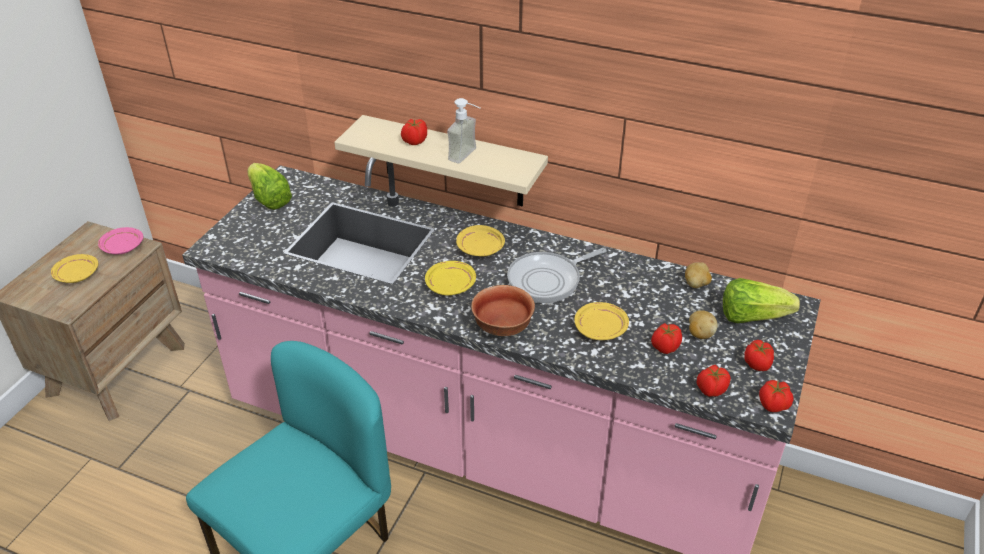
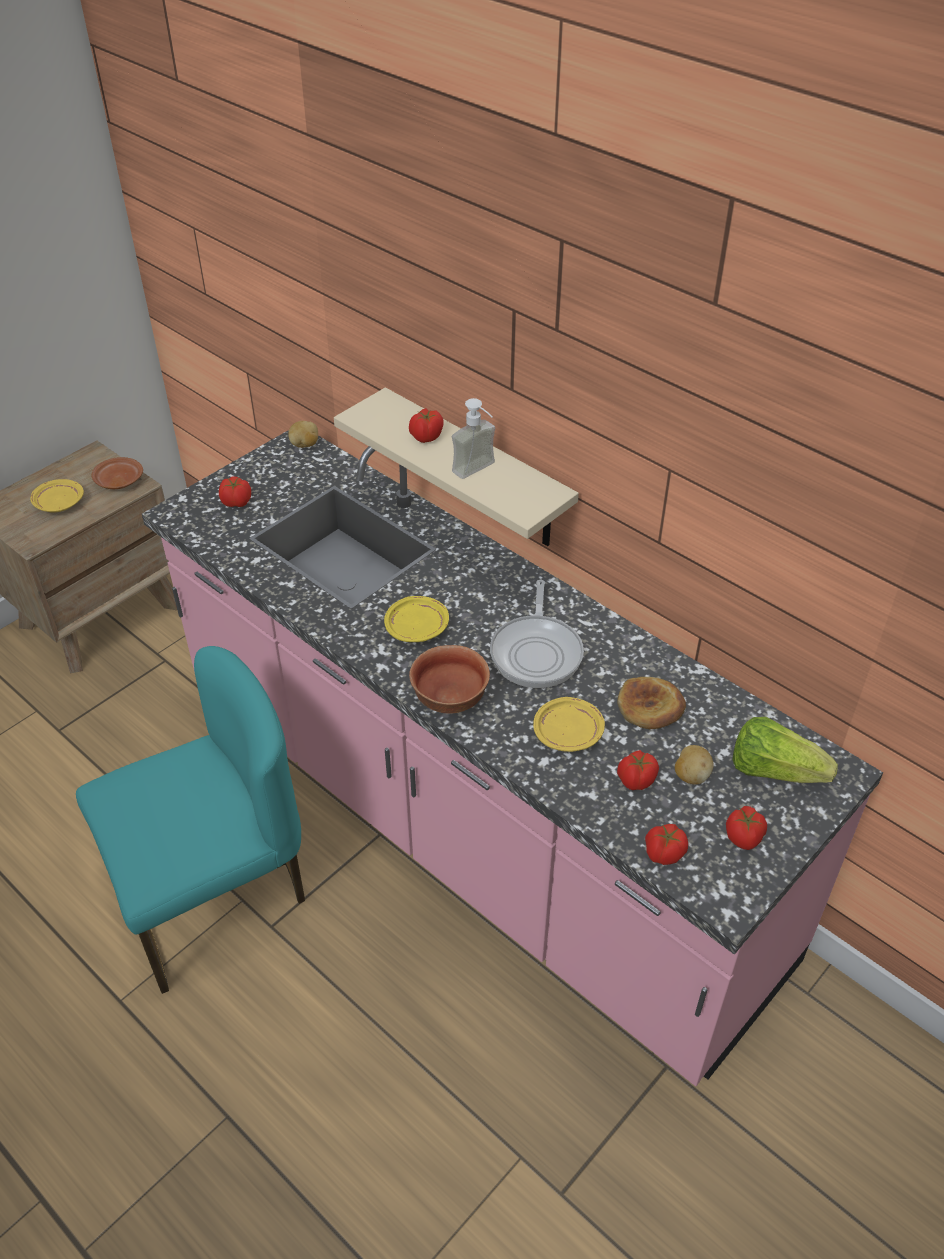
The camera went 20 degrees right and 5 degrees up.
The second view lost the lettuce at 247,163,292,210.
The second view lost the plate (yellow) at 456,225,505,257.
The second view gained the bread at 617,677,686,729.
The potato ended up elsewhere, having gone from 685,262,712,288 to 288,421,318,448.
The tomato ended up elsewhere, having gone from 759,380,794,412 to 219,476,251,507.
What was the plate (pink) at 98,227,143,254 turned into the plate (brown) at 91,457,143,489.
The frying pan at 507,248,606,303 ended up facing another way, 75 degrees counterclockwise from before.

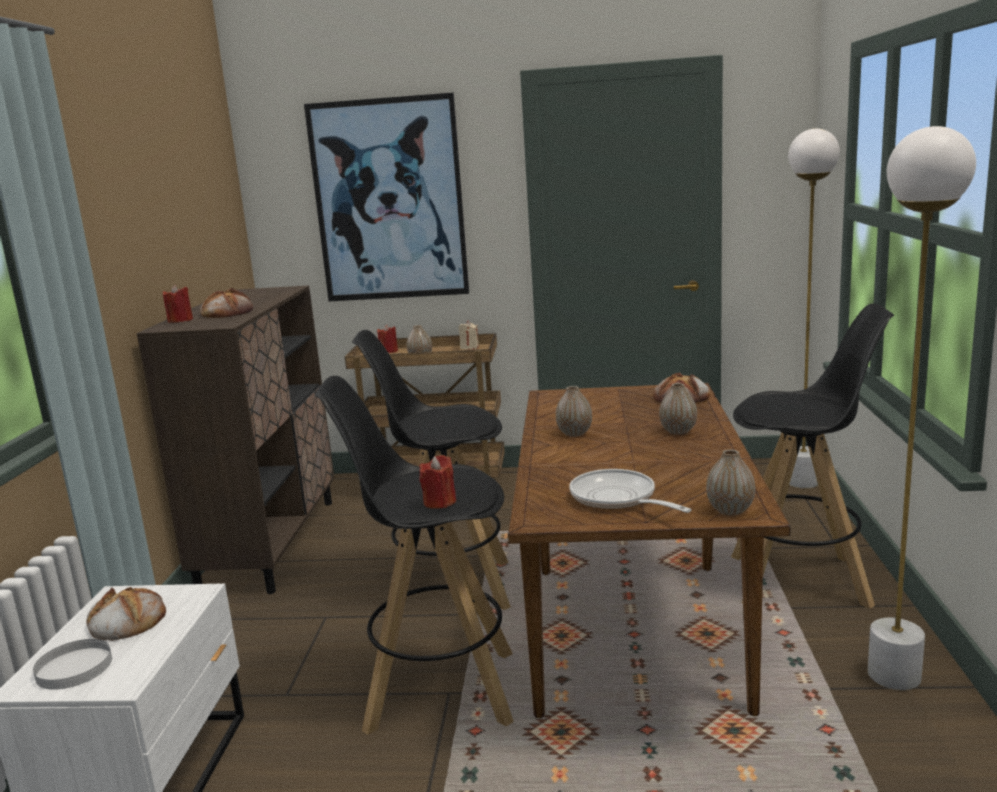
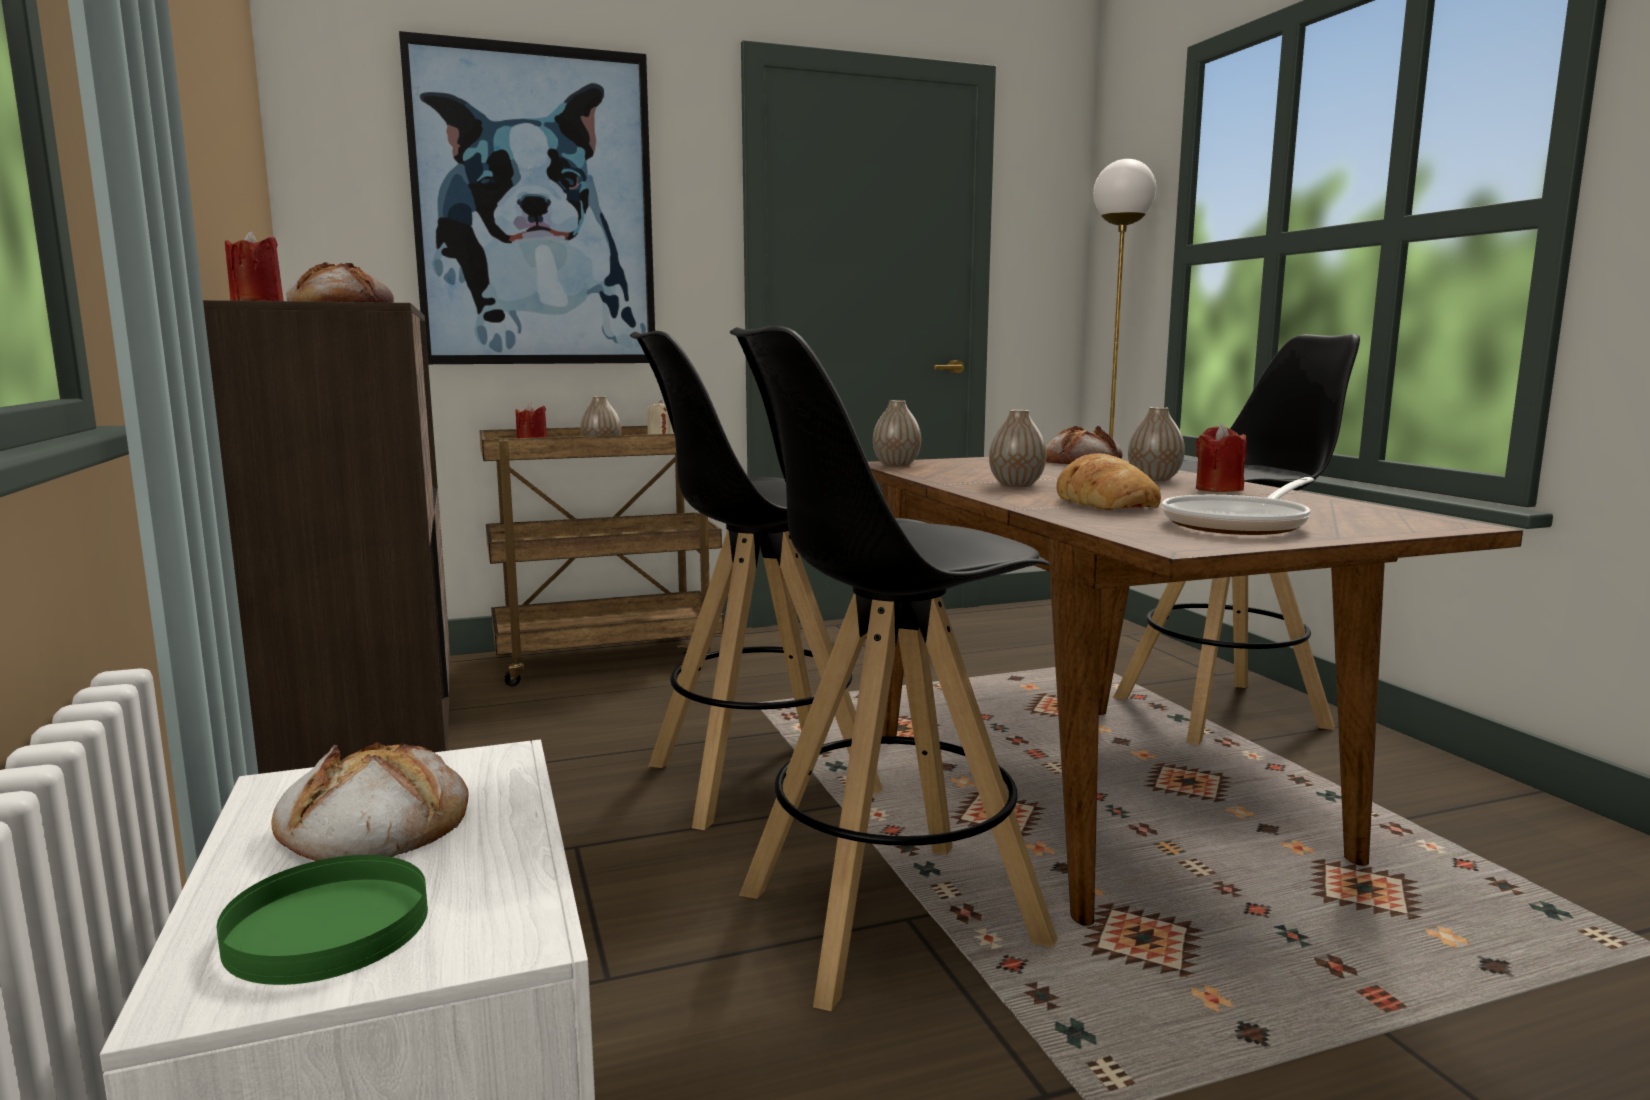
The camera went 25 degrees left and 5 degrees down.
The second view lost the floor lamp (white) at 868,126,976,690.
The second view gained the bread at 1056,453,1161,510.
The candle (red) ended up elsewhere, having gone from 419,455,456,509 to 1196,423,1247,492.
The vase ended up elsewhere, having gone from 706,449,755,515 to 873,400,921,467.
What was the plate (white) at 33,639,112,690 turned into the plate (green) at 217,855,428,985.
The frying pan at 569,469,692,513 ended up facing another way, 75 degrees counterclockwise from before.

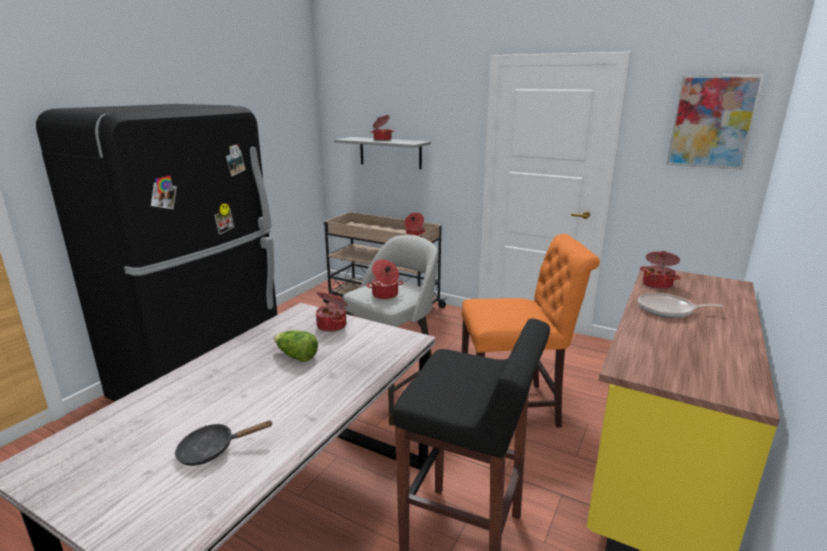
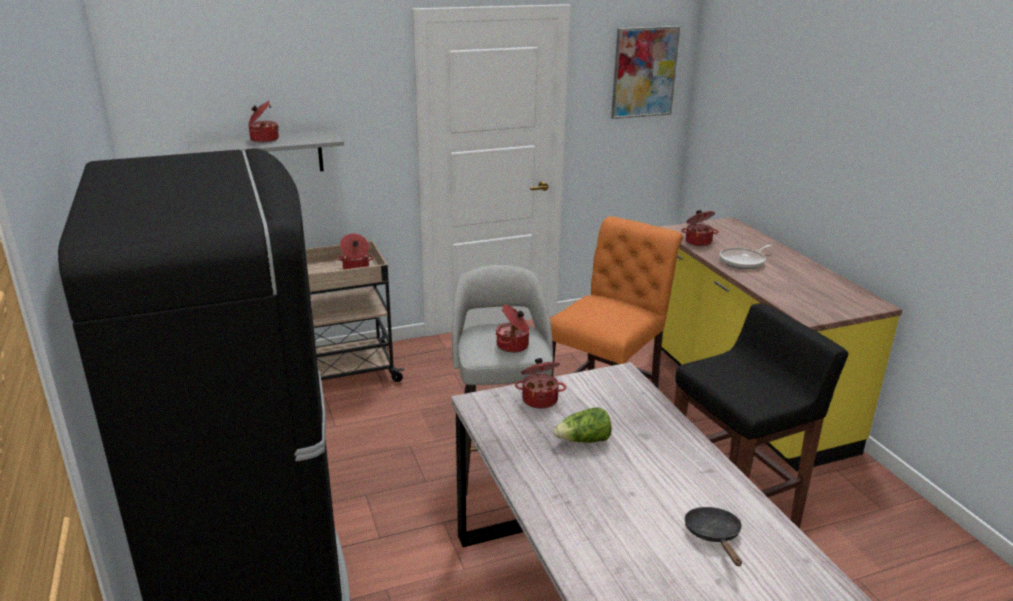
The camera went 50 degrees left and 5 degrees up.
The frying pan (black) at 175,420,273,466 ended up facing another way, 150 degrees clockwise from before.

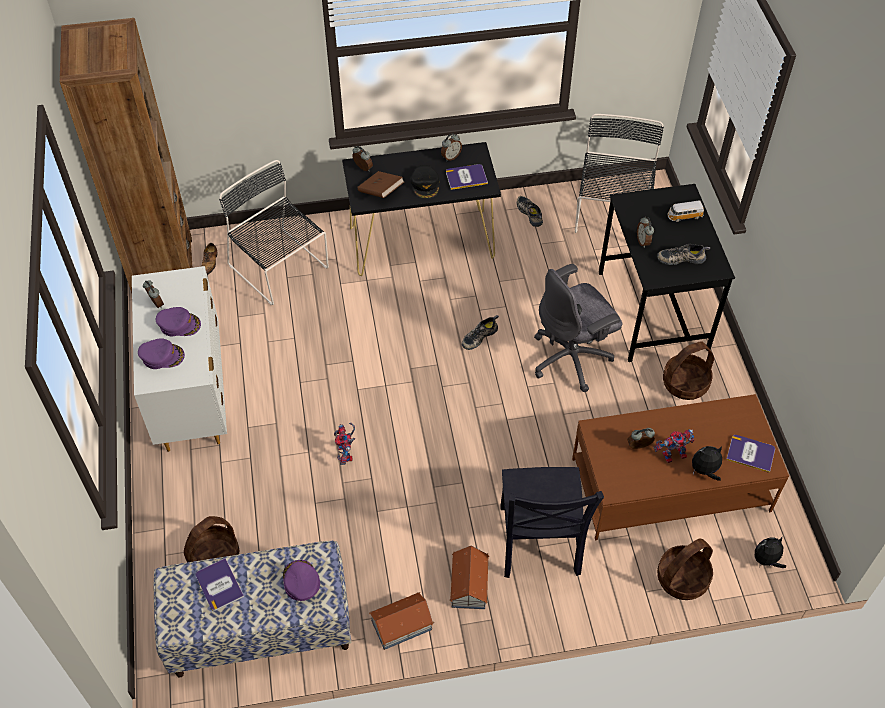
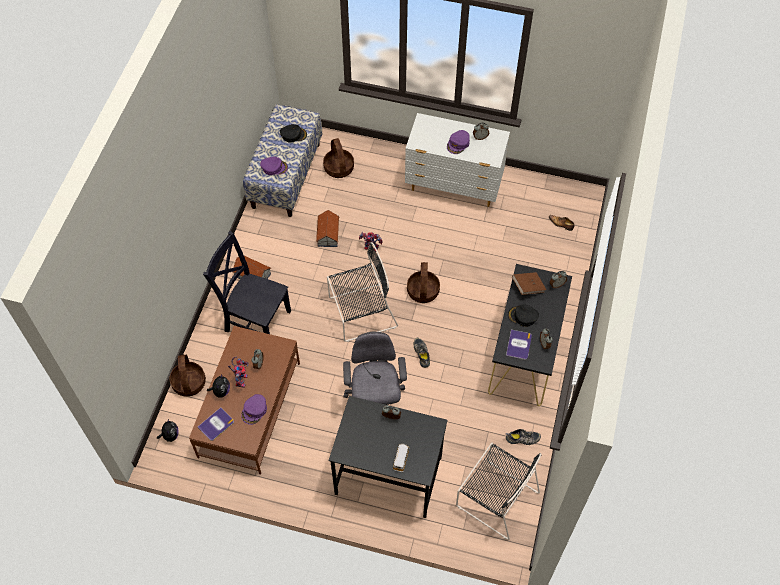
The camera went 115 degrees right and 5 degrees up.
The second view lost the bookcase (brown) at 60,18,193,293.
The second view lost the shoe at 657,244,710,265.
The cap (purple) ended up elsewhere, having gone from 138,338,185,369 to 241,394,267,425.
The chair (black) ended up elsewhere, having gone from 219,160,329,305 to 327,242,398,342.
The toy house ended up elsewhere, having gone from 369,592,434,650 to 316,210,340,247.
The basket ended up elsewhere, having gone from 663,341,714,400 to 407,262,440,303.
Where the book stood at 196,558,244,611, the cap (black) came to stand at 280,124,307,143.

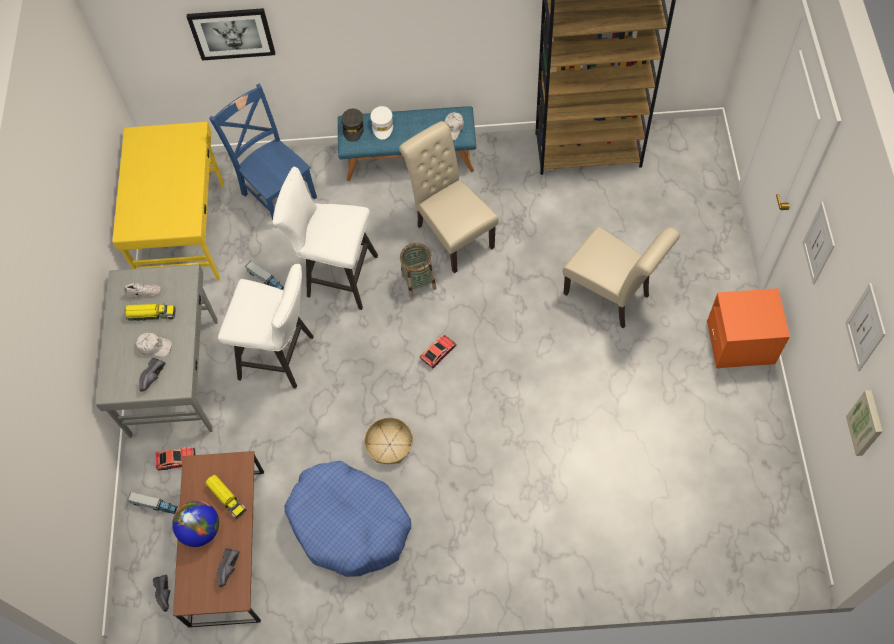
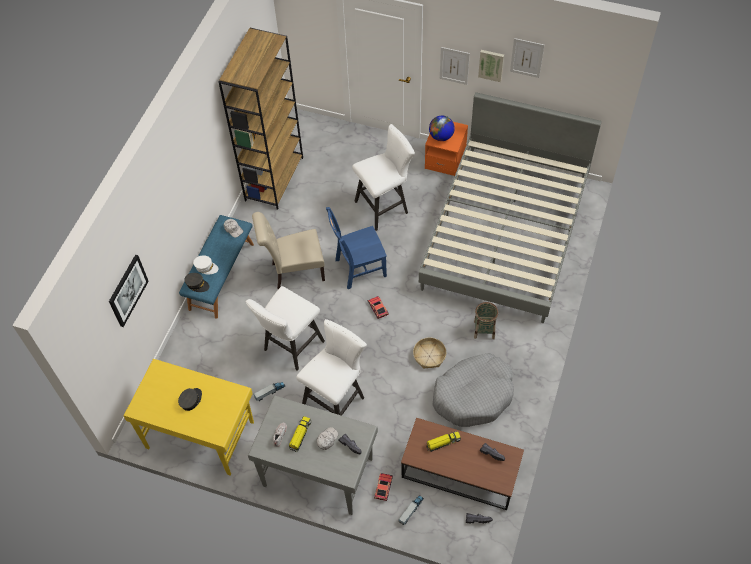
The camera went 70 degrees left and 5 degrees down.
The second view gained the cap (grey) at 178,388,202,411.
The second view gained the bed (grey) at 419,92,602,323.
The globe ended up elsewhere, having gone from 172,501,219,547 to 429,115,455,141.
The chair (blue) ended up elsewhere, having gone from 209,83,317,228 to 326,207,387,290.
The basket ended up elsewhere, having gone from 400,243,437,298 to 474,302,498,339.
The picture ended up elsewhere, having gone from 846,390,883,456 to 478,50,504,82.
Where the chair (beige) stood at 563,227,680,329, the stool (white) came to stand at 352,124,415,231.
What was the dog bed (blue) at 284,461,411,577 turned into the dog bed (grey) at 432,353,514,427.

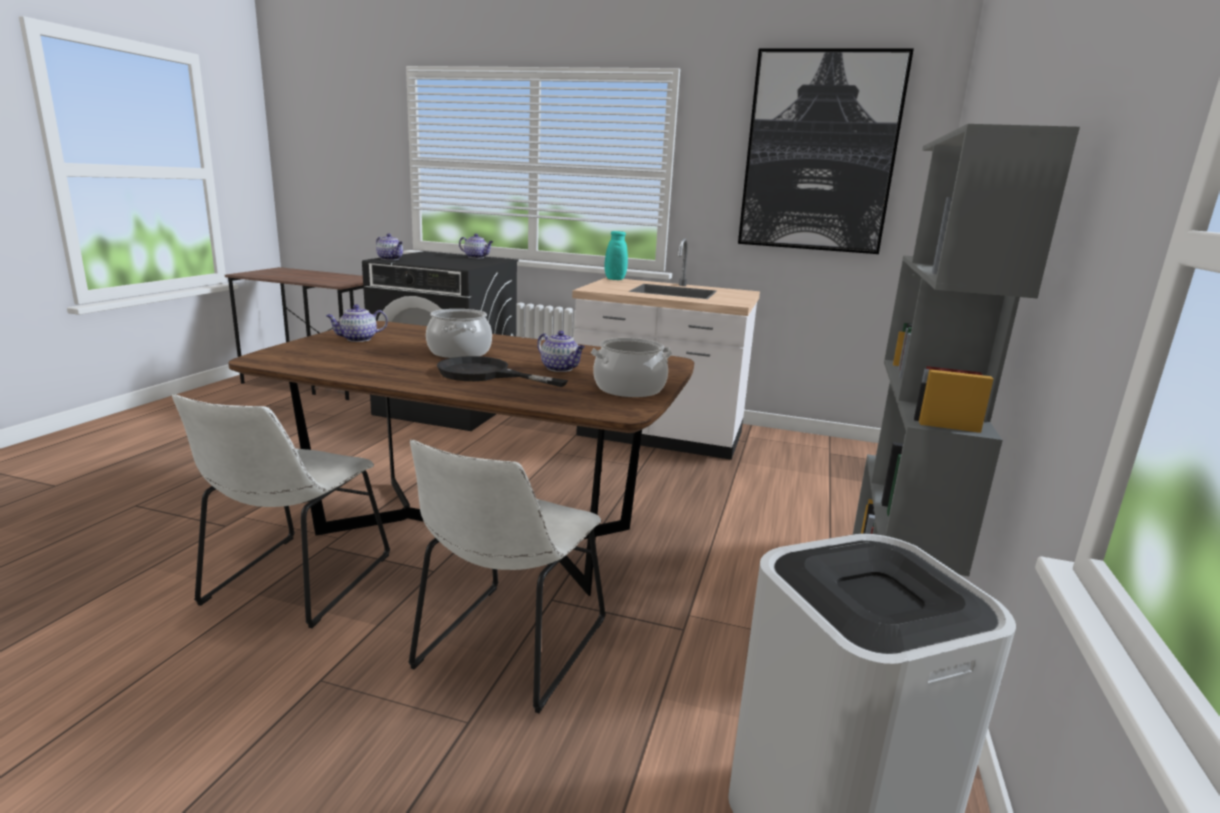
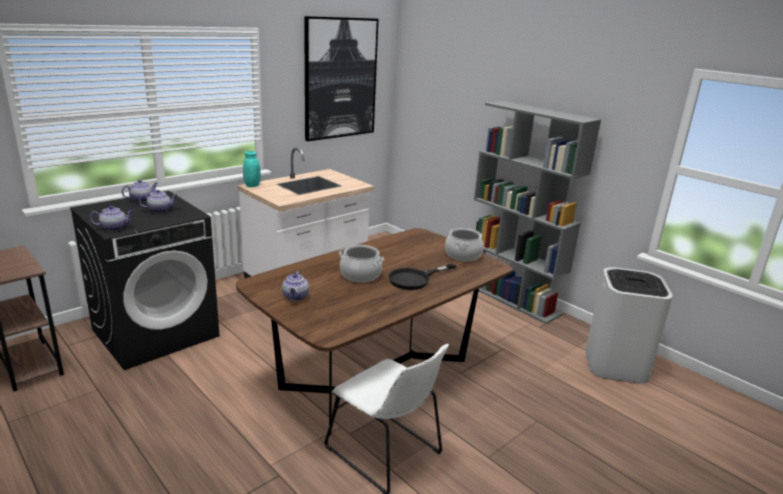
The camera went 60 degrees left and 5 degrees up.
The second view lost the chair (white) at 408,440,606,713.
The teapot ended up elsewhere, having gone from 537,331,585,372 to 139,190,178,213.

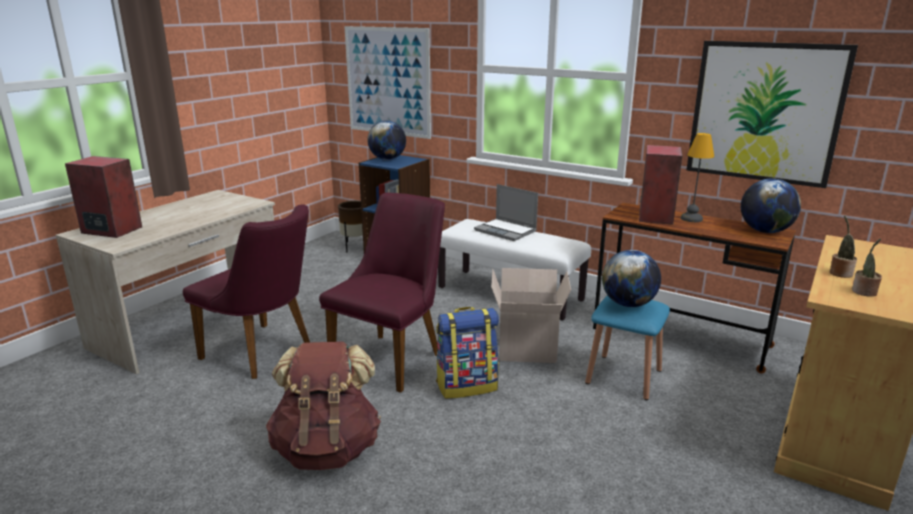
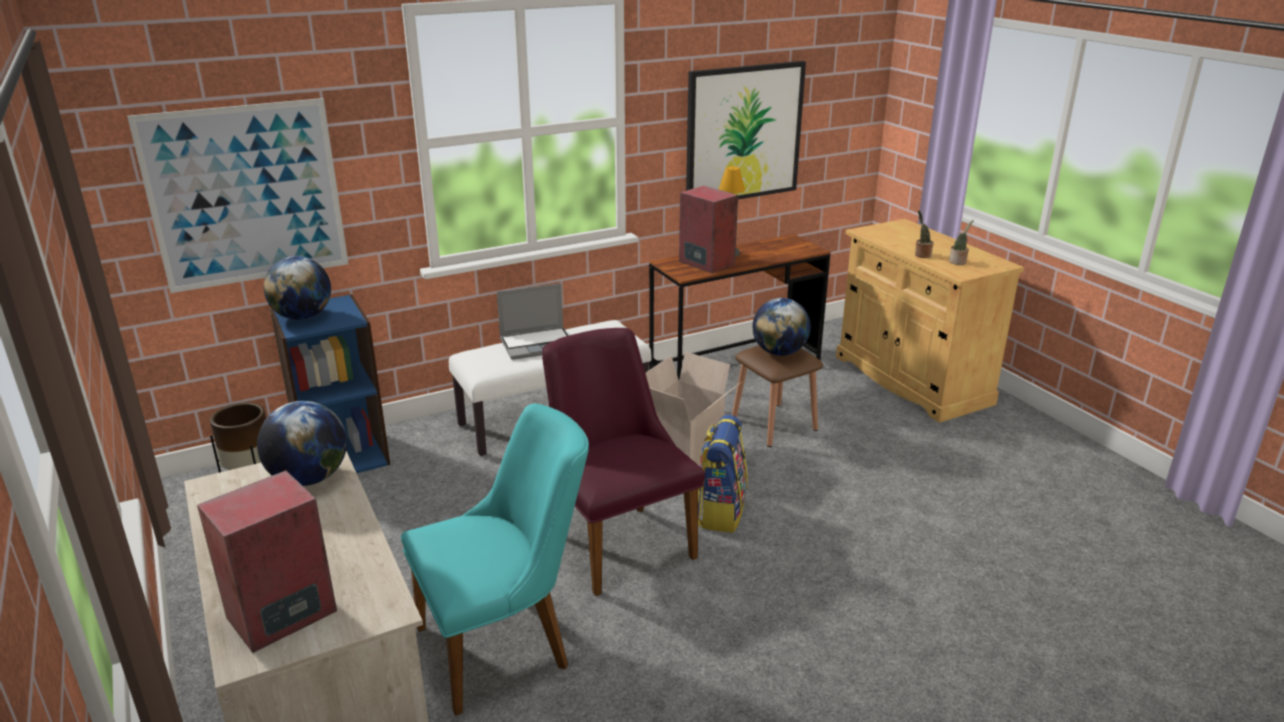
The camera went 60 degrees left and 5 degrees up.
The second view lost the backpack (brown) at 266,341,381,470.
The globe ended up elsewhere, having gone from 741,178,801,233 to 257,401,347,486.
What was the chair (purple) at 183,204,310,379 turned into the chair (turquoise) at 401,404,589,716.
What was the stool (blue) at 585,295,670,400 turned into the stool (brown) at 732,345,823,447.

